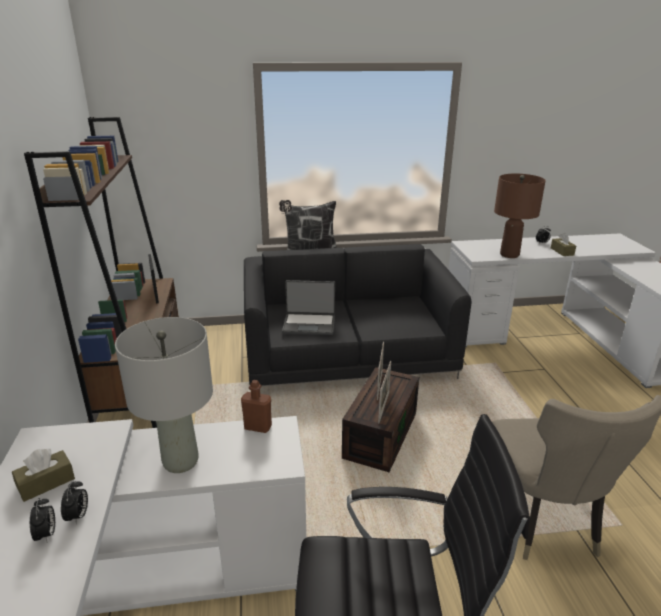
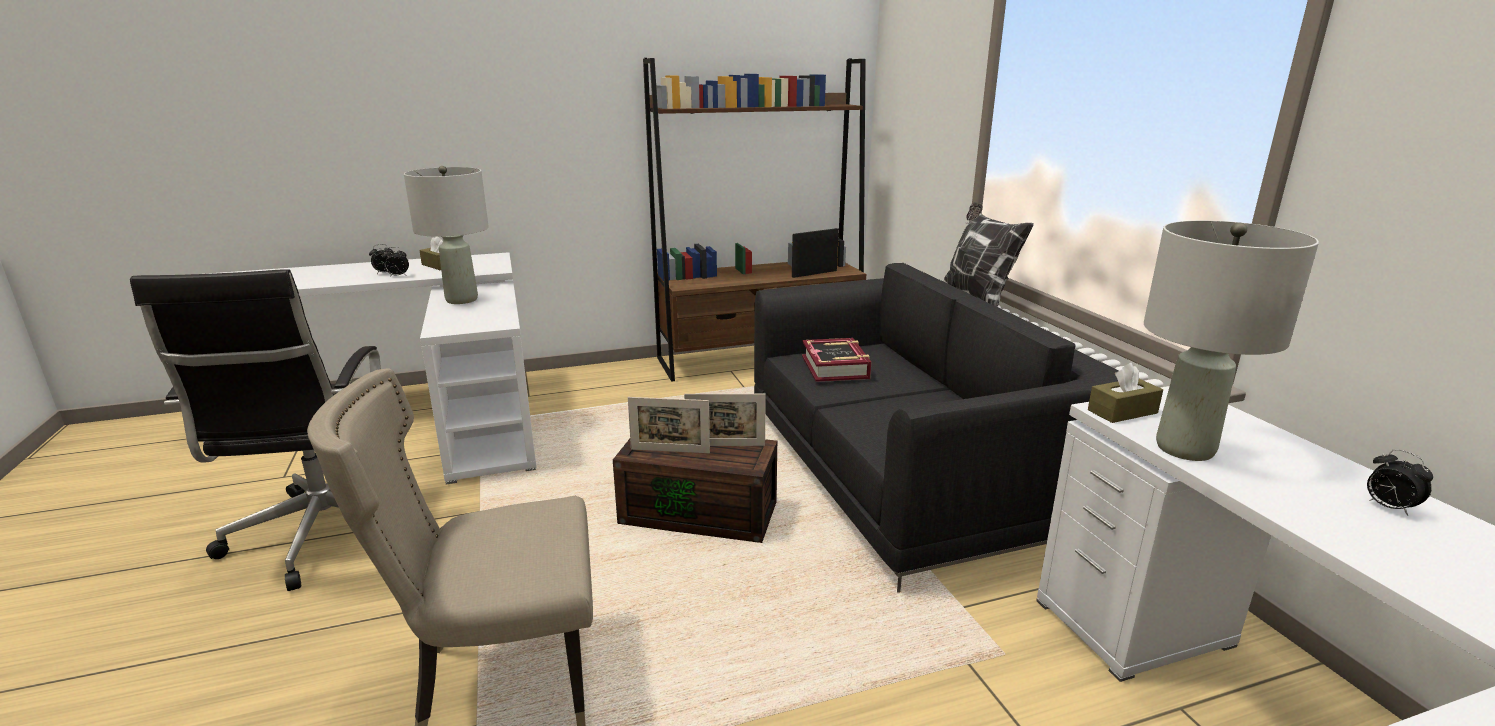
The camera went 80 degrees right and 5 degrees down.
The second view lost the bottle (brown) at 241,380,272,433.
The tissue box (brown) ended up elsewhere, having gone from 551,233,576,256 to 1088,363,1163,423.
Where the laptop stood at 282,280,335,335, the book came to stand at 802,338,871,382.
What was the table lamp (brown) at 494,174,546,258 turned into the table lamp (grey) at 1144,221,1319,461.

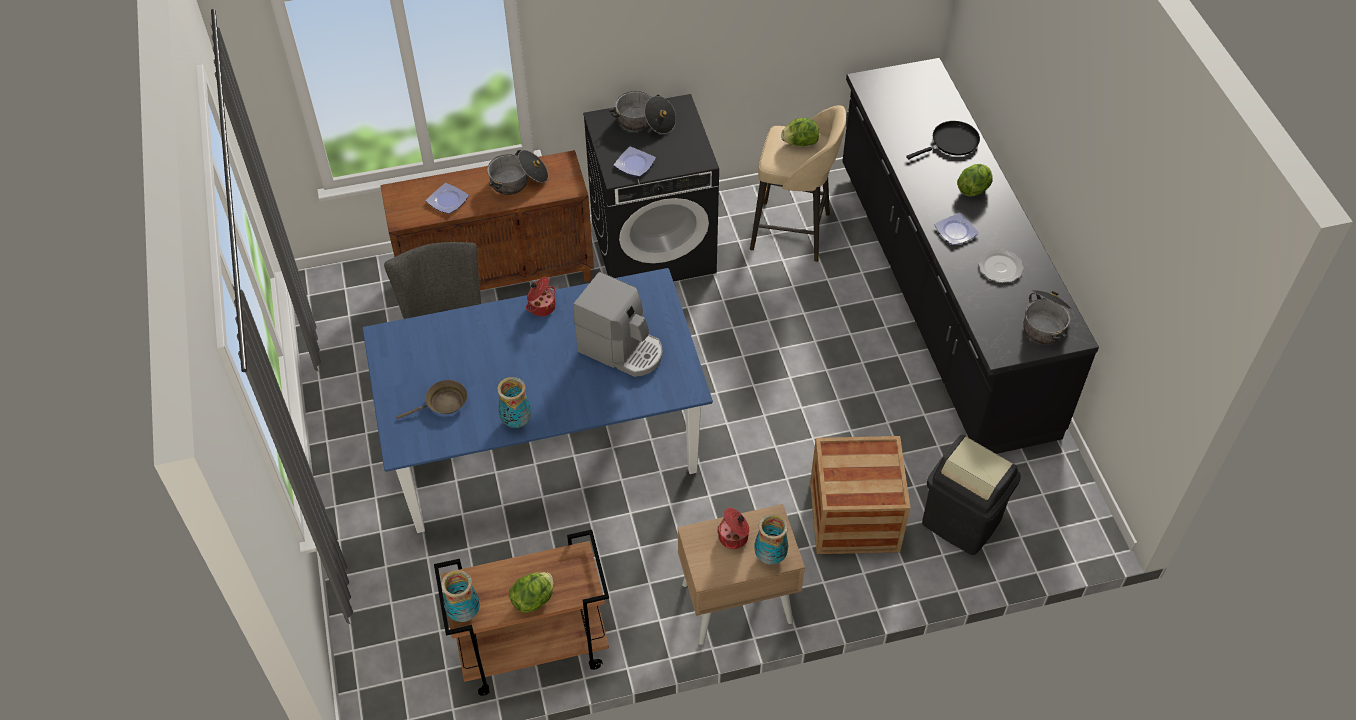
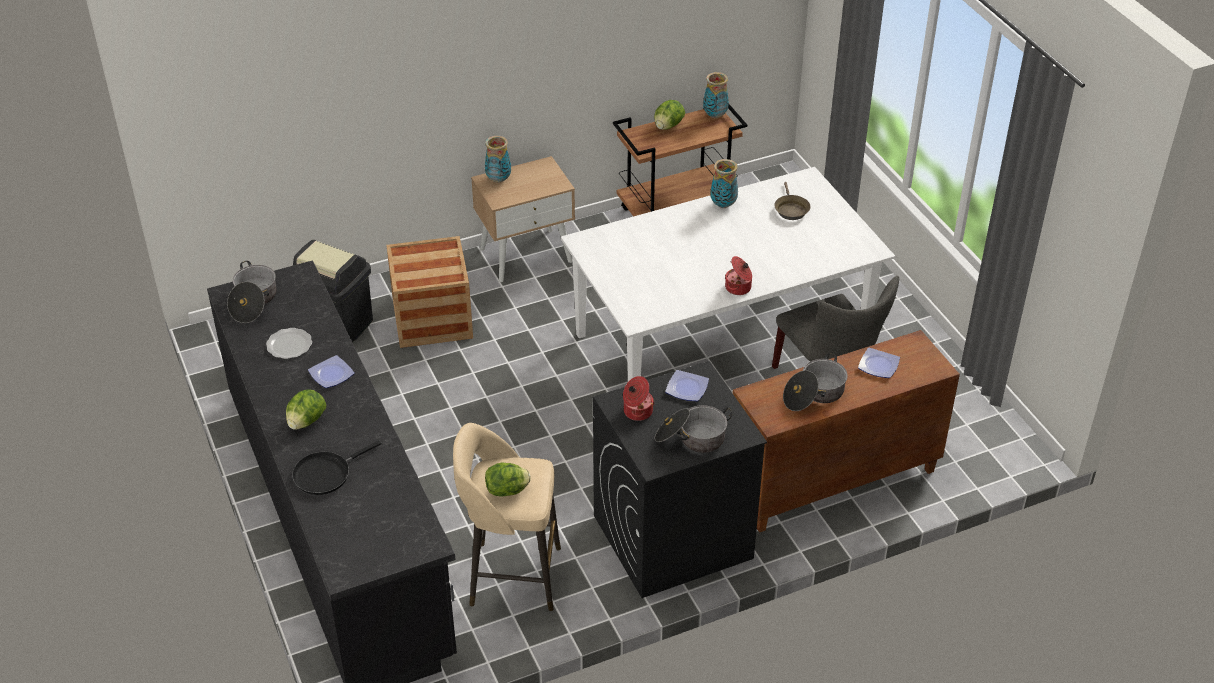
The camera went 170 degrees right and 10 degrees down.
The second view lost the coffee machine at 573,272,663,377.
The cooking pot ended up elsewhere, having gone from 717,508,749,549 to 623,376,654,421.
What was the dining table (blue) at 363,268,713,533 turned into the dining table (white) at 561,167,895,382.
The frying pan (brown) at 396,380,467,419 ended up facing another way, 60 degrees counterclockwise from before.

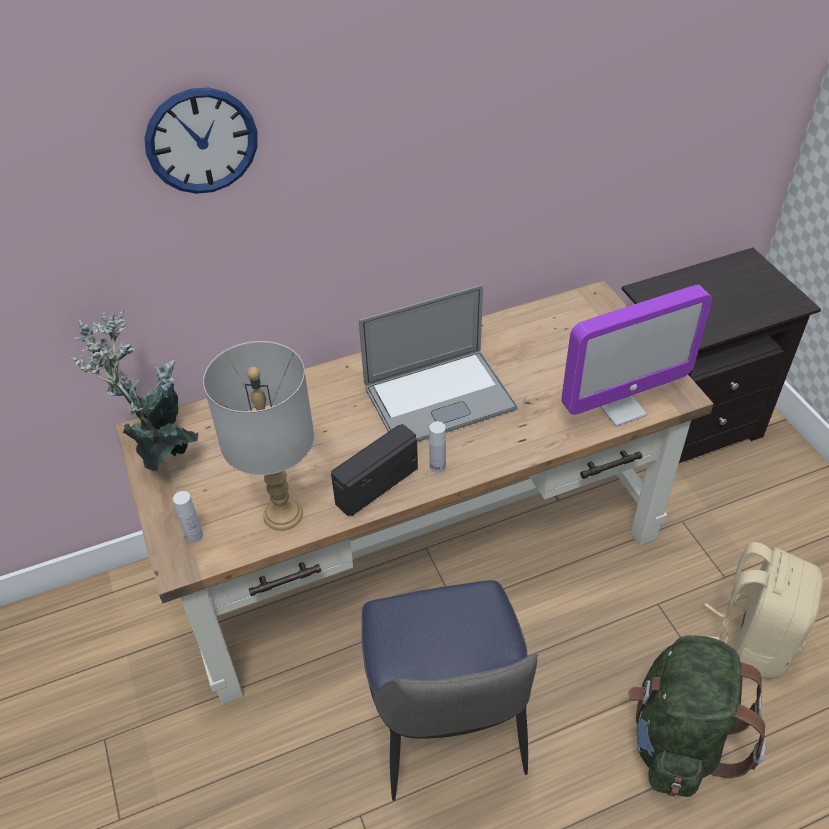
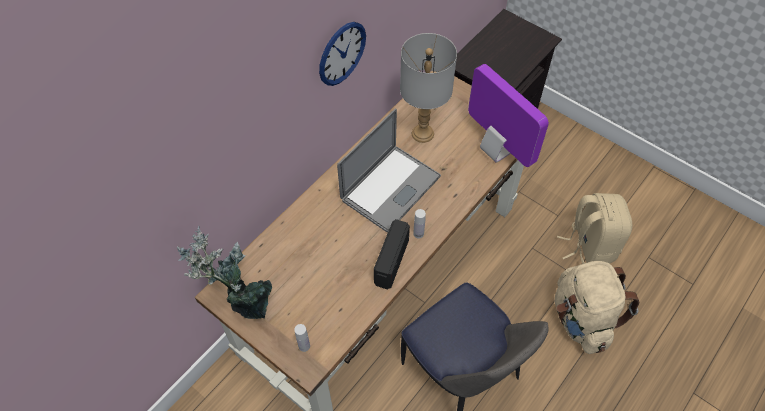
The camera went 30 degrees left and 10 degrees up.
The wall clock ended up elsewhere, having gone from 144,88,257,194 to 319,22,366,86.
The table lamp (grey) ended up elsewhere, having gone from 203,341,314,531 to 400,33,457,143.
What was the backpack (green) at 628,635,766,797 turned into the backpack (beige) at 555,261,639,354.
The monitor at 561,285,712,426 ended up facing another way, 75 degrees counterclockwise from before.

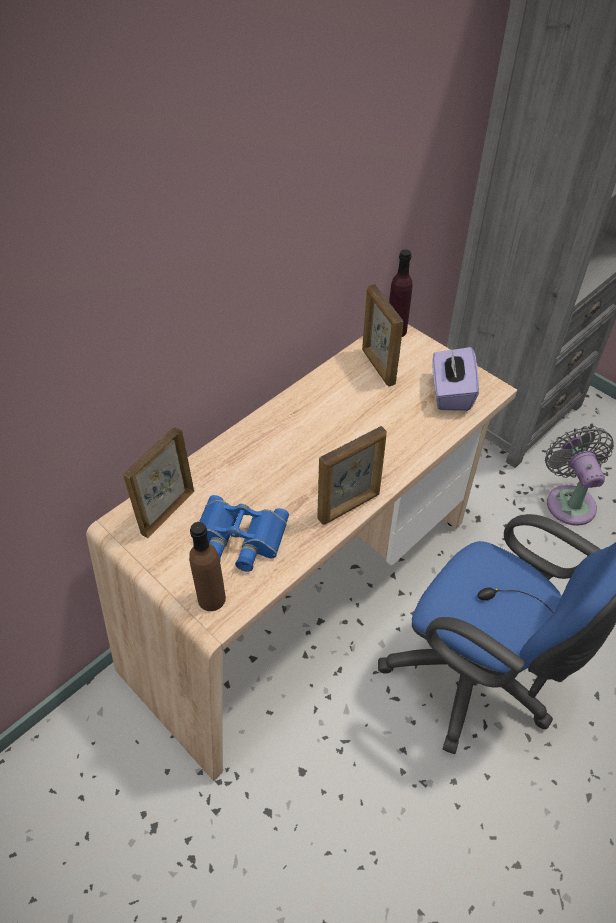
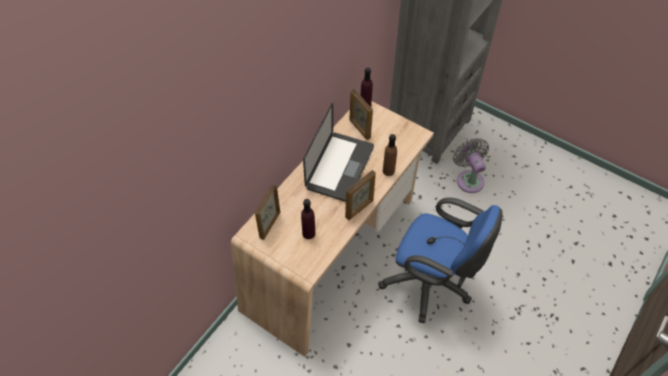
The camera went 10 degrees left and 5 degrees up.
The second view lost the tissue box (purple) at 432,346,479,411.
The second view gained the laptop at 303,103,374,202.
The bottle (brown) ended up elsewhere, having gone from 189,522,226,611 to 383,134,397,176.
Where the binoculars (blue) stood at 199,495,289,571, the bottle (purple) came to stand at 301,199,315,239.

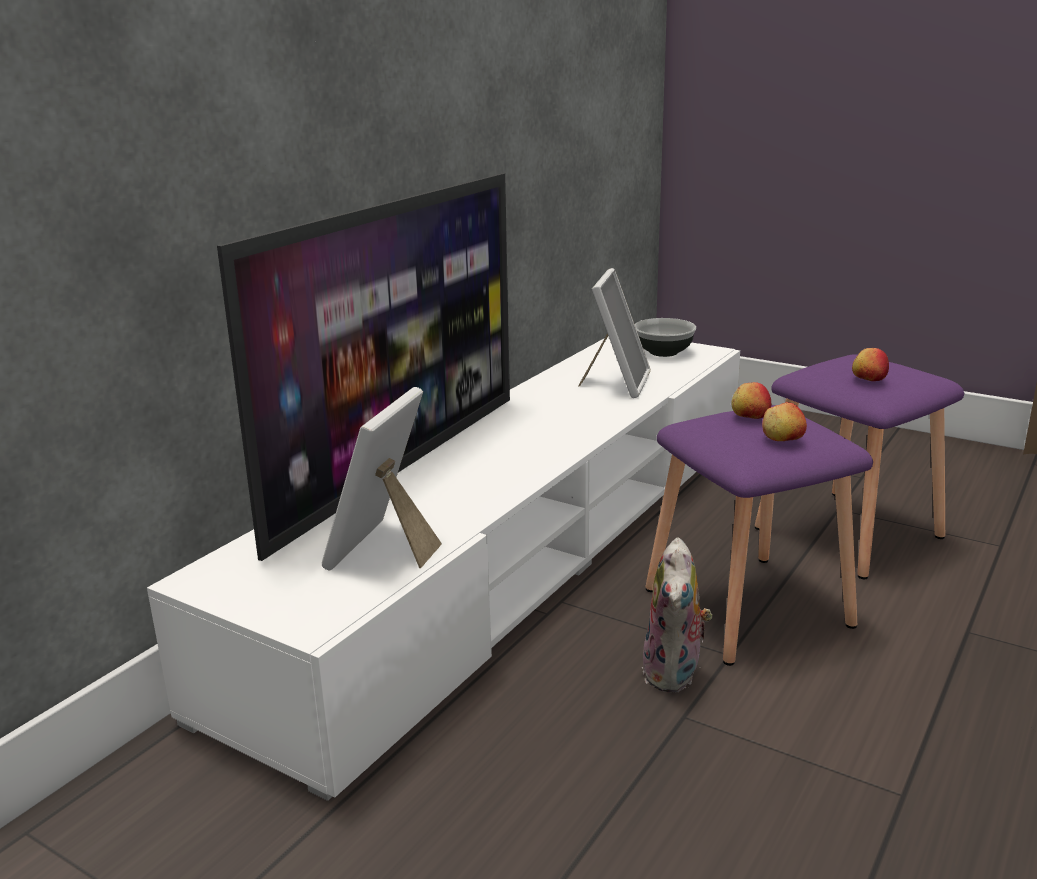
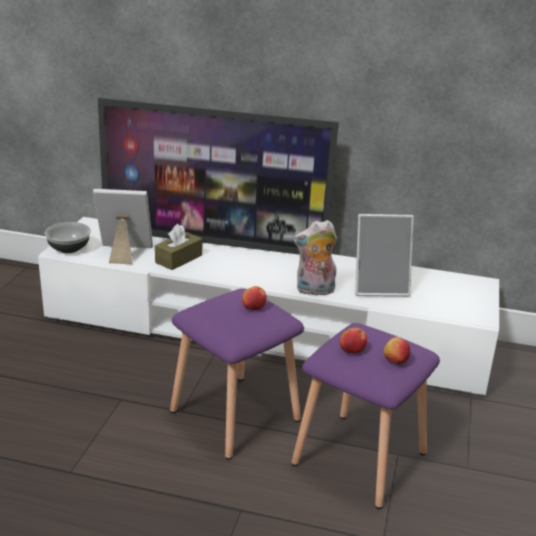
The camera went 70 degrees right and 5 degrees up.
The second view gained the tissue box (brown) at 155,224,202,270.
The bowl ended up elsewhere, having gone from 635,318,696,357 to 45,222,91,253.
The plush toy ended up elsewhere, having gone from 642,537,713,692 to 293,220,337,295.
The apple ended up elsewhere, having gone from 762,402,807,441 to 384,337,410,364.

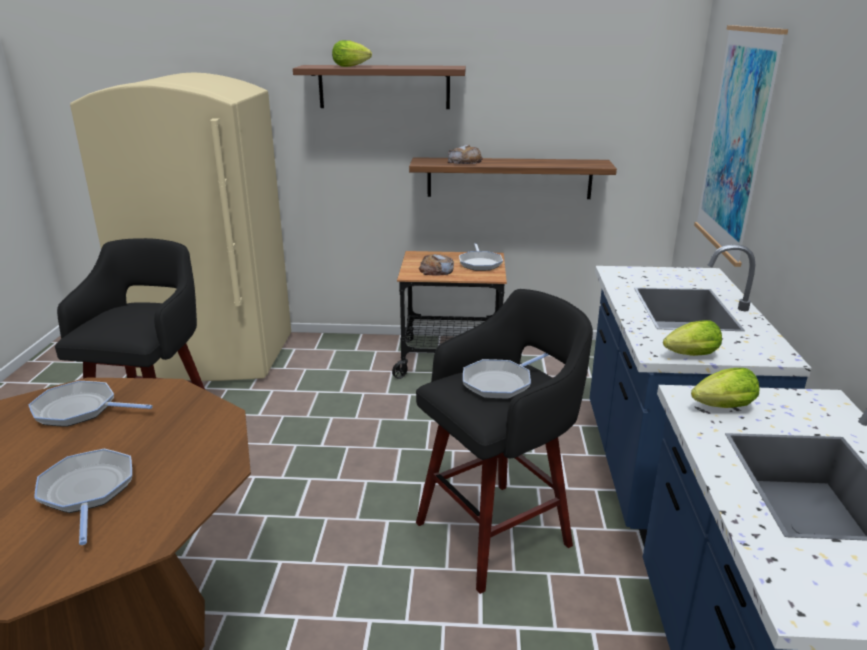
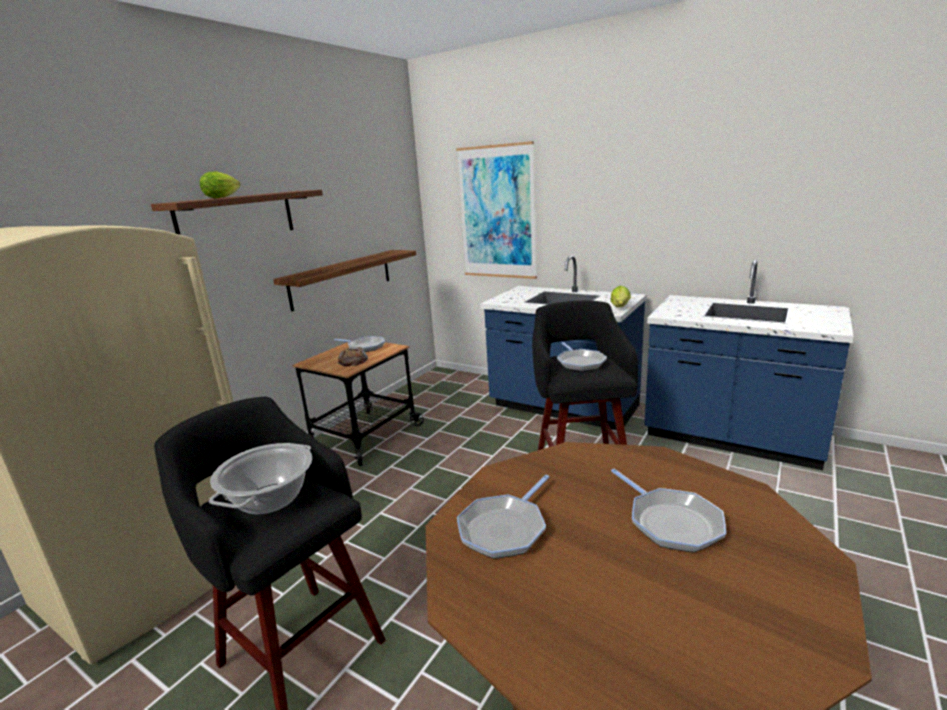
The camera went 60 degrees left and 5 degrees down.
The second view lost the bread at 448,145,483,164.
The second view lost the lettuce at 691,368,759,408.
The second view gained the cooking pot at 209,443,312,515.
The frying pan at 34,449,132,545 ended up facing another way, 120 degrees counterclockwise from before.

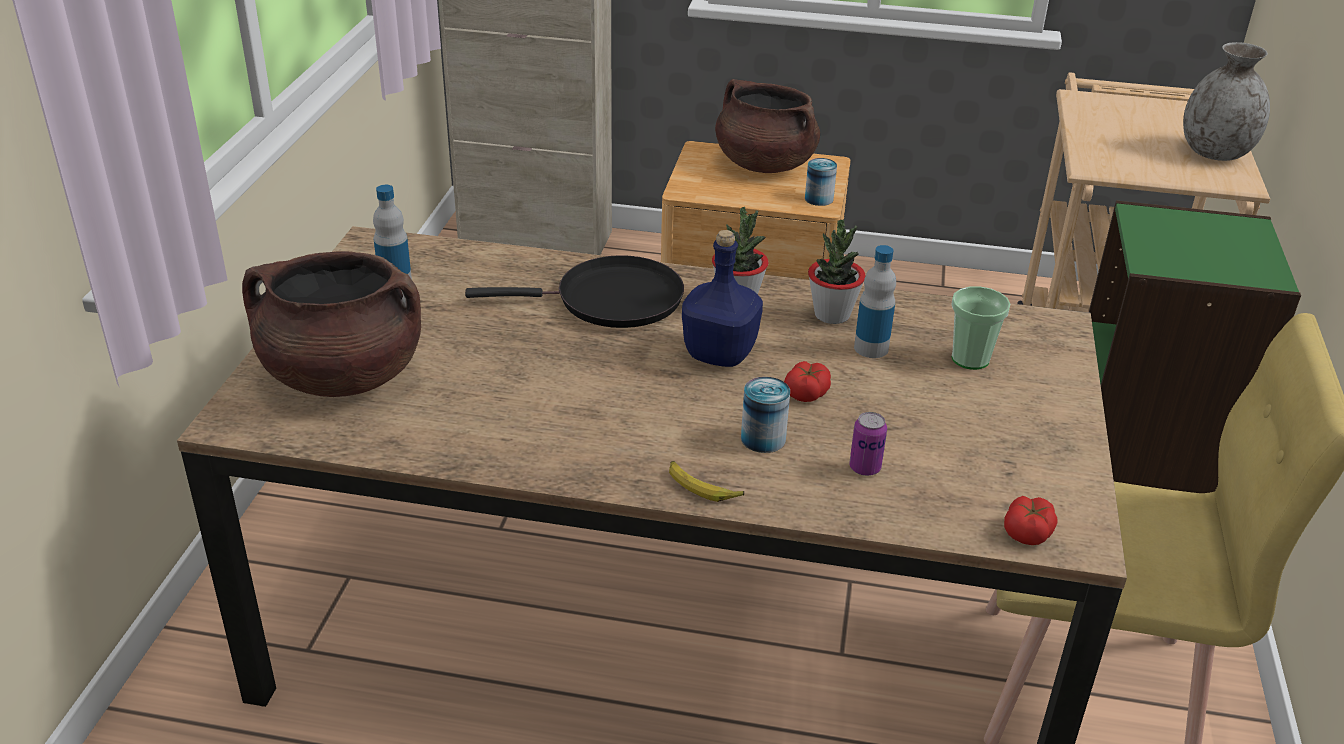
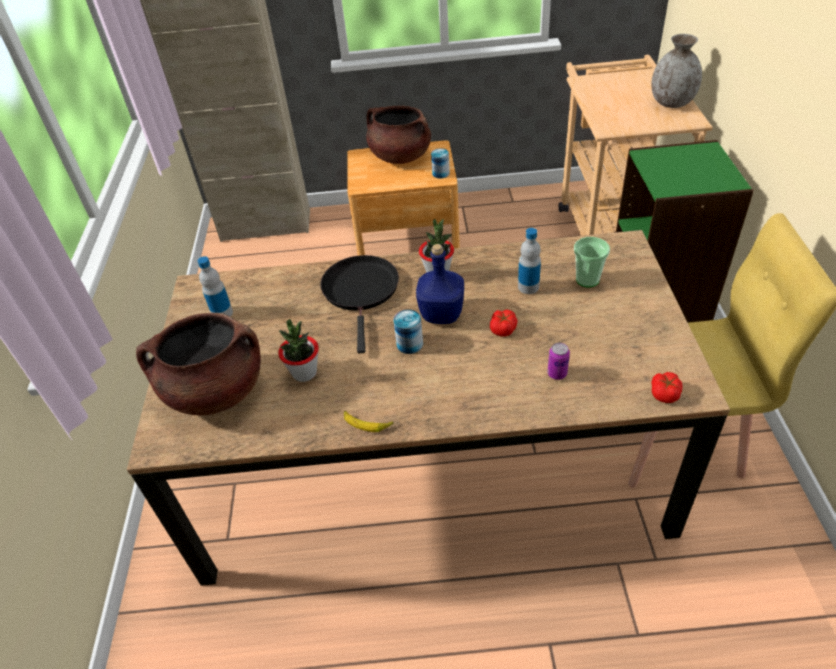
The camera went 10 degrees left and 10 degrees up.
The banana ended up elsewhere, having gone from 669,461,744,502 to 344,411,394,432.
The can ended up elsewhere, having gone from 741,377,790,453 to 393,309,423,354.
The potted plant ended up elsewhere, having gone from 808,219,866,324 to 278,319,319,382.
The frying pan (black) at 465,255,684,328 ended up facing another way, 75 degrees counterclockwise from before.

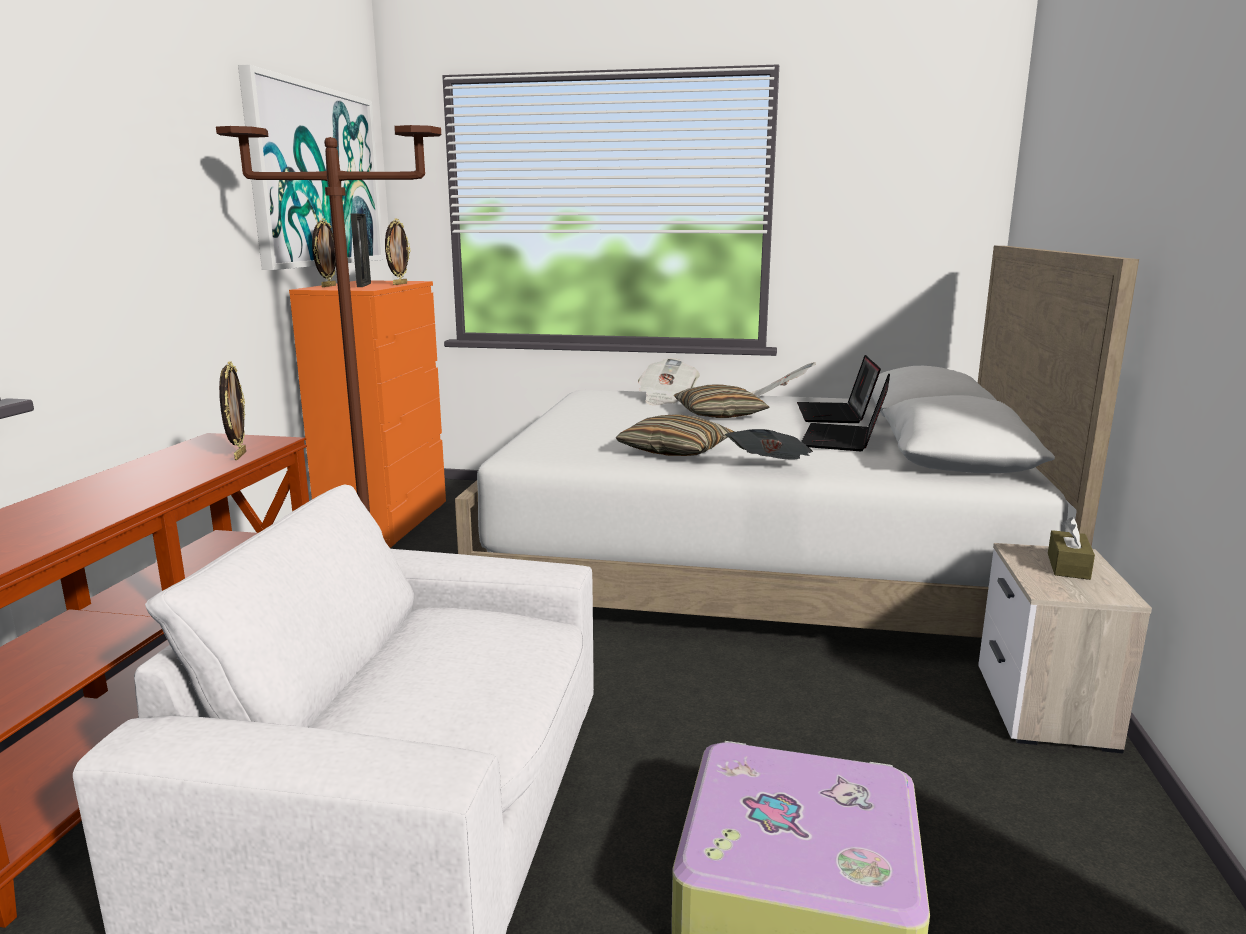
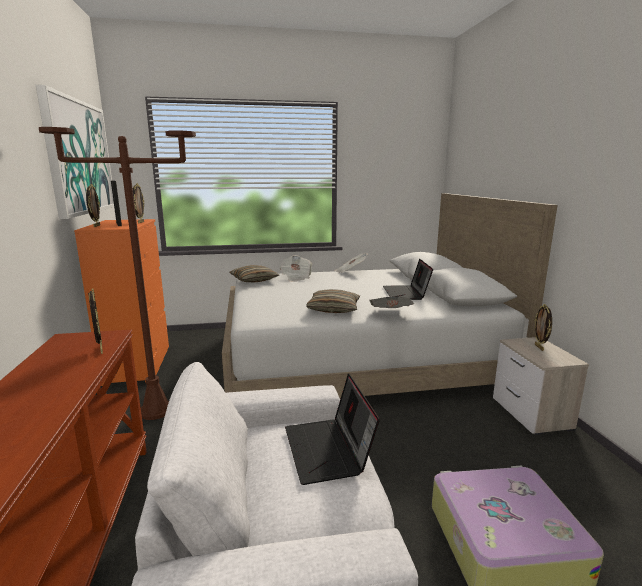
The camera went 20 degrees left and 0 degrees up.
The pillow ended up elsewhere, having gone from 674,384,770,418 to 229,265,279,282.
The laptop ended up elsewhere, having gone from 797,355,881,423 to 285,374,380,485.
Where the tissue box (brown) stood at 1048,517,1095,580, the picture frame came to stand at 535,304,552,351.

